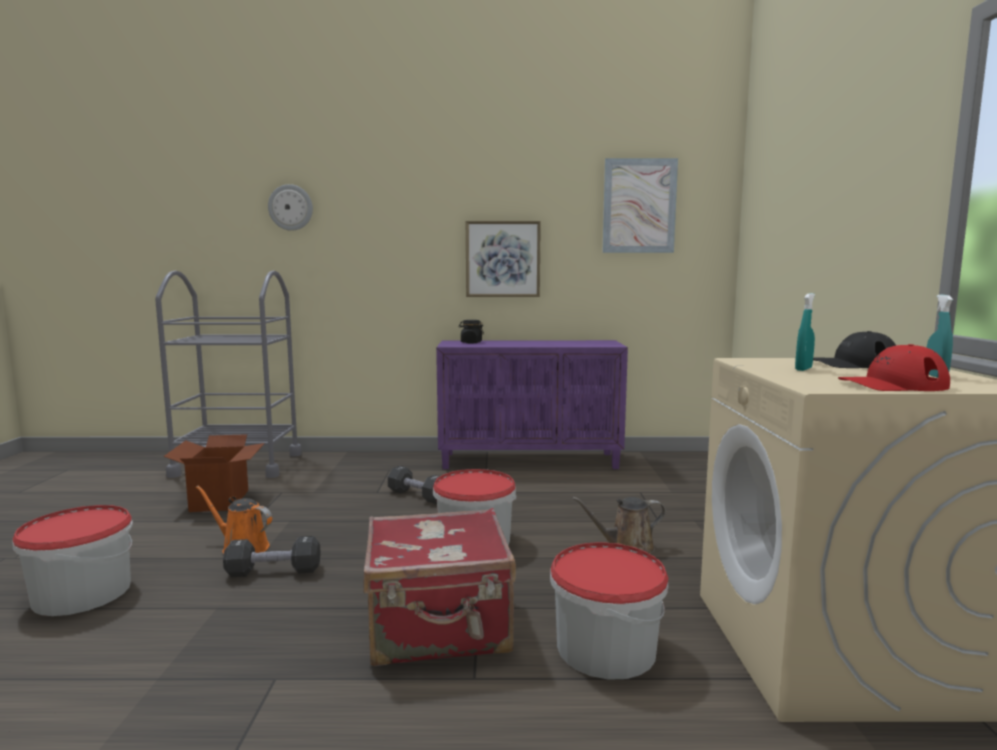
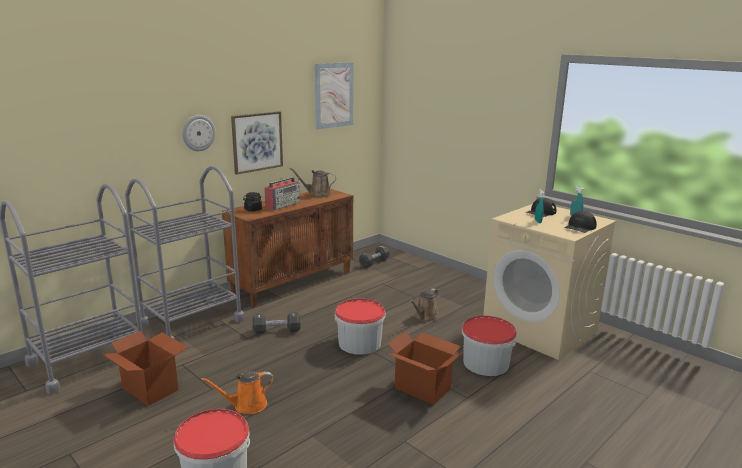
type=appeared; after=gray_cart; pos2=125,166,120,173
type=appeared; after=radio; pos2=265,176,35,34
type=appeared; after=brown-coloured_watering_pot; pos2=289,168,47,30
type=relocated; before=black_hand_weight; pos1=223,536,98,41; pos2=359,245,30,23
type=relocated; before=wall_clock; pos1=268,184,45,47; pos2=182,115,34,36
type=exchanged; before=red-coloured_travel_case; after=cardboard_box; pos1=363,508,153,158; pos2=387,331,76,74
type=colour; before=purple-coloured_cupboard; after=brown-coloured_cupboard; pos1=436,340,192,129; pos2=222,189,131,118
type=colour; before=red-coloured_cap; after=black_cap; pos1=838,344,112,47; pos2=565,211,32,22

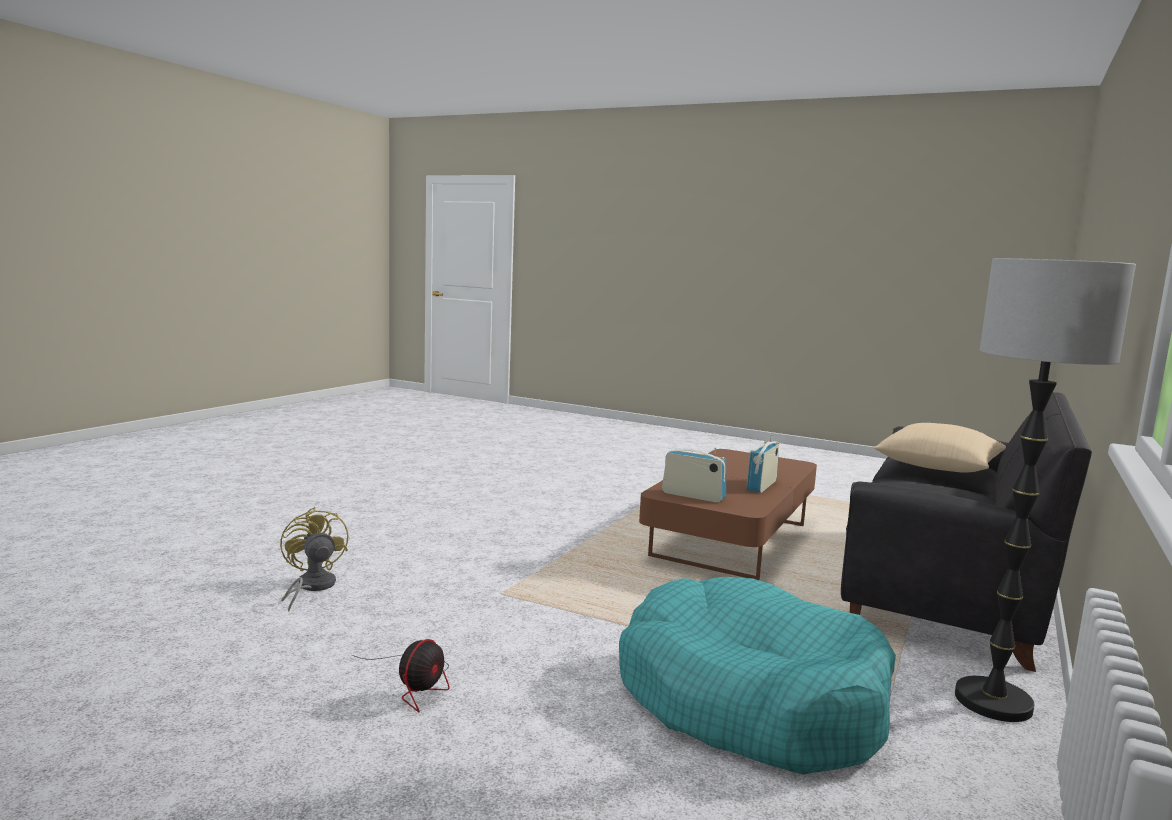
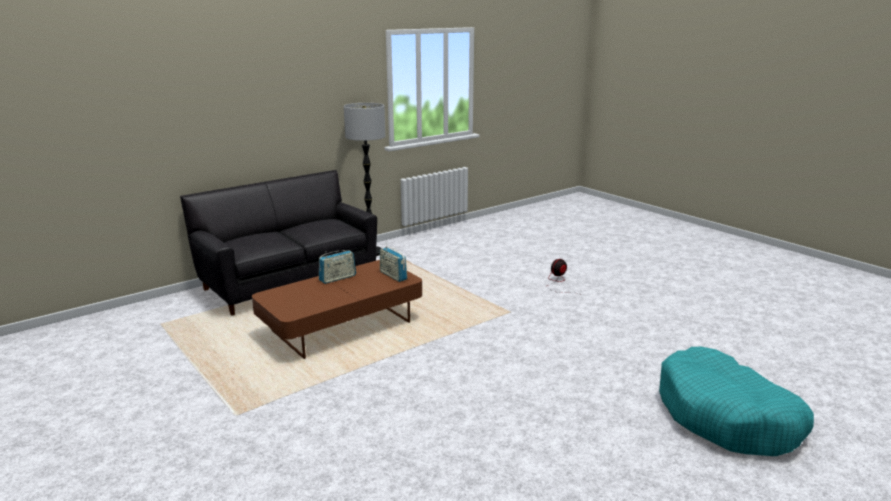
type=missing; before=yellow-coloured_fan; pos1=280,507,69,105
type=missing; before=beige_cushion; pos1=873,423,133,50
type=relocated; before=turquoise-coloured_dog_cushion; pos1=619,577,277,198; pos2=659,347,155,109

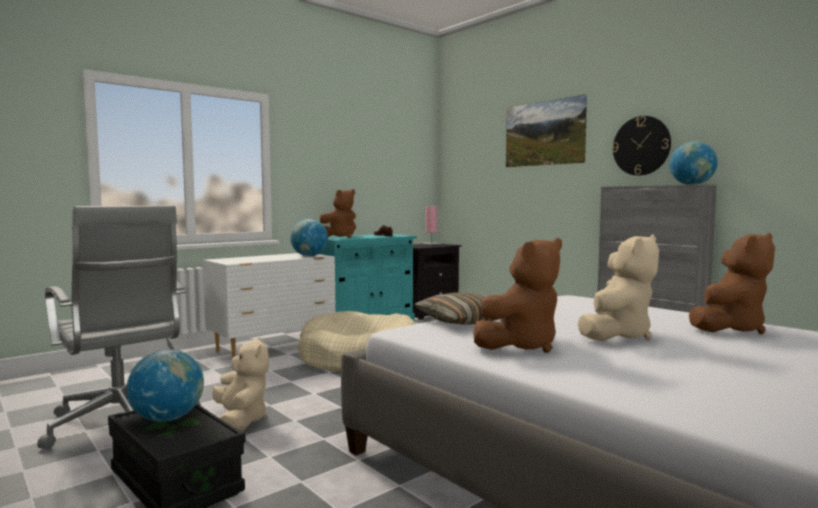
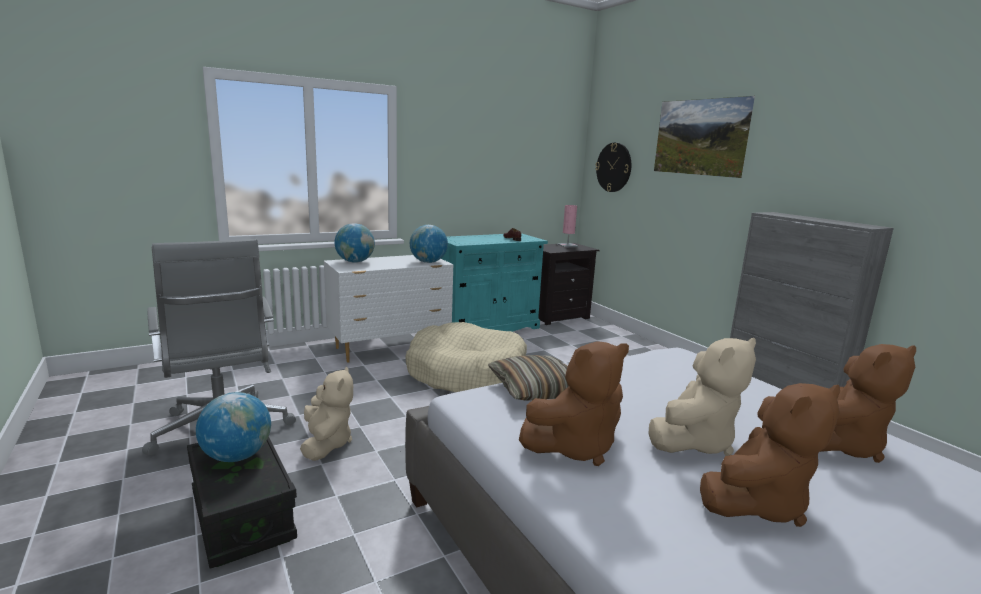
type=relocated; before=brown-coloured_cuddly_toy; pos1=320,189,36,49; pos2=700,383,140,144
type=relocated; before=wall_clock; pos1=612,116,59,60; pos2=595,143,36,49
type=relocated; before=world_globe; pos1=669,142,49,43; pos2=335,223,40,40

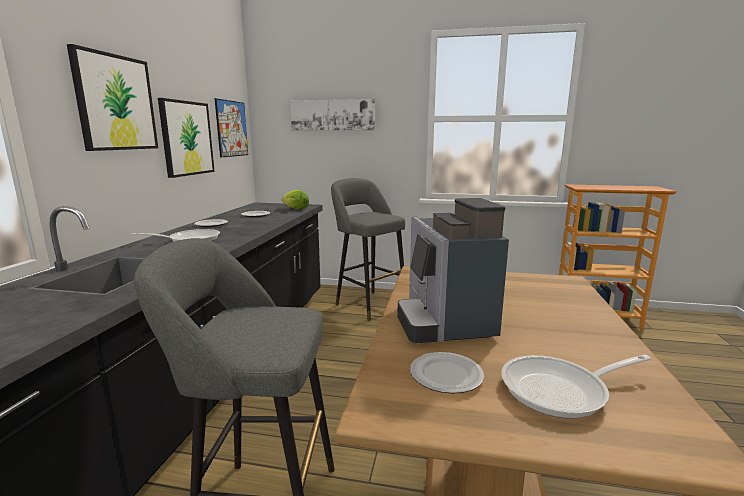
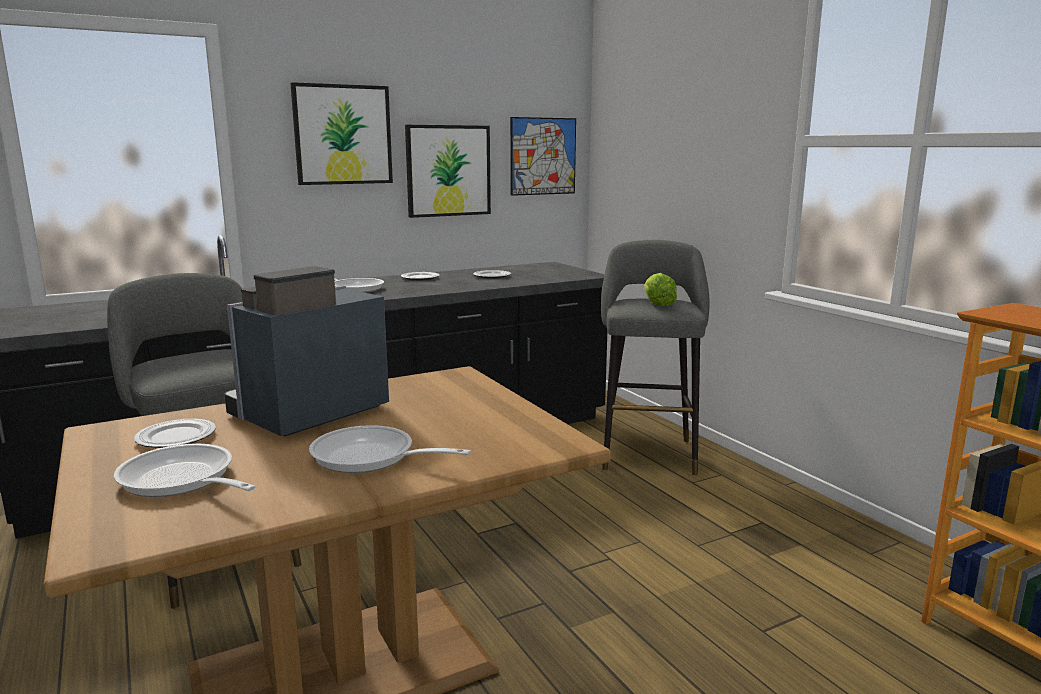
type=missing; before=picture; pos1=290,99,85,31
type=appeared; after=pan; pos2=309,425,162,48
type=relocated; before=lettuce; pos1=282,190,27,20; pos2=645,273,32,34

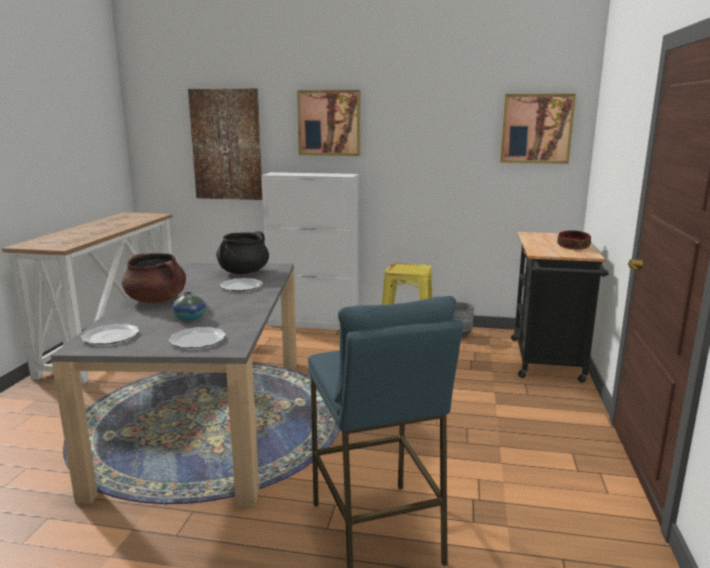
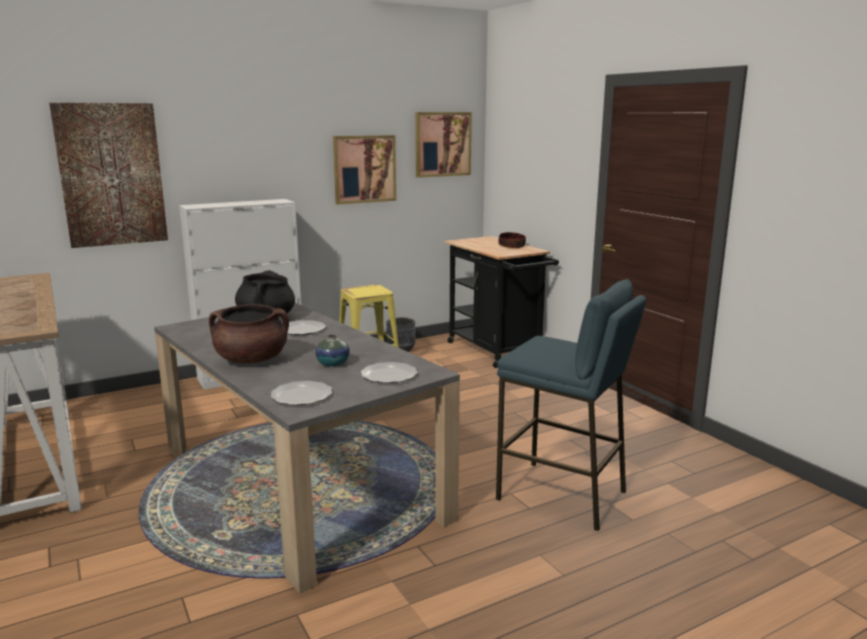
type=relocated; before=picture; pos1=297,90,63,66; pos2=333,135,63,70

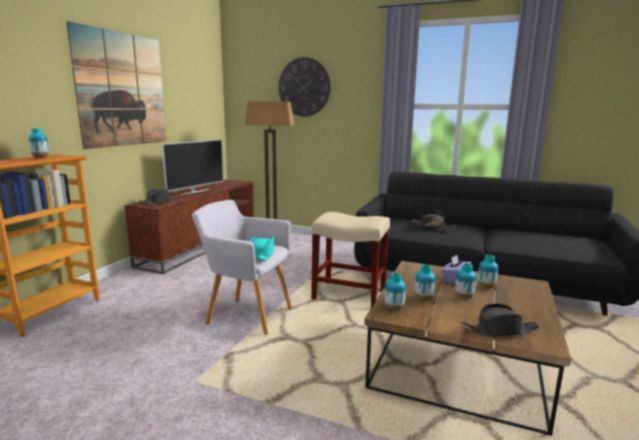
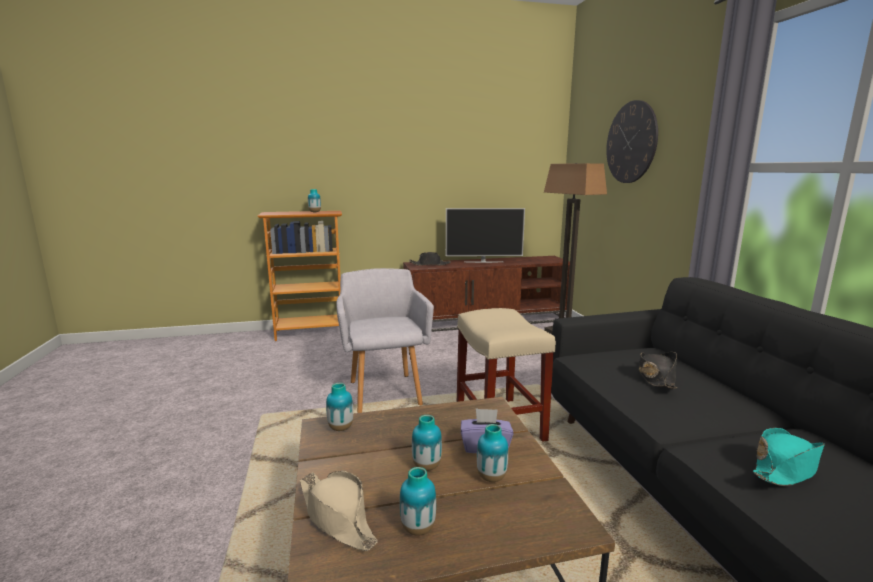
type=missing; before=picture; pos1=66,21,101,128
type=relocated; before=turquoise-coloured_hat; pos1=250,236,24,25; pos2=753,428,72,58
type=relocated; before=decorative_vase; pos1=415,265,20,35; pos2=400,467,36,69
type=colour; before=black_hat; after=beige_hat; pos1=461,303,79,34; pos2=300,471,78,80

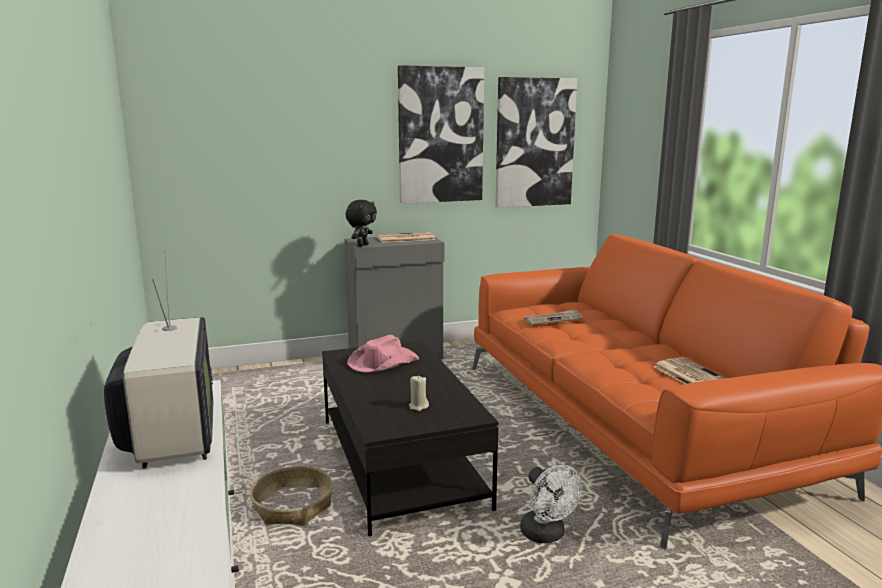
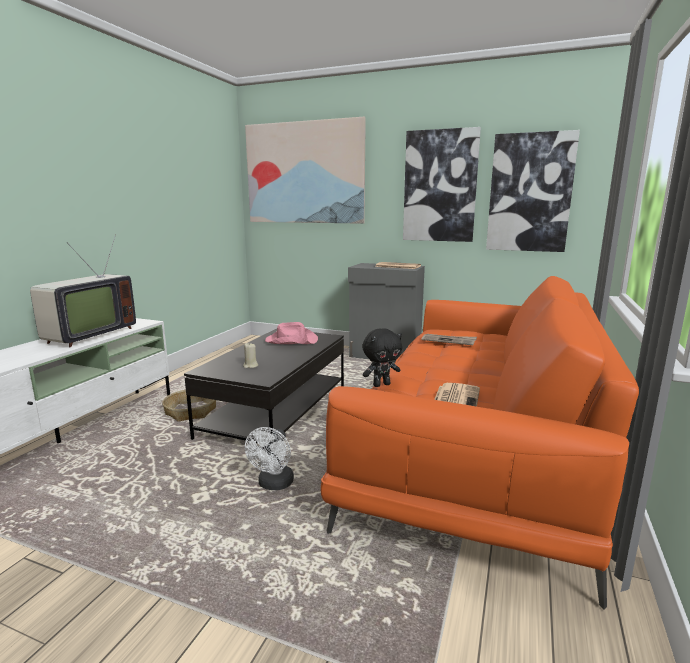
type=appeared; after=picture; pos2=245,117,121,107
type=relocated; before=black_cuddly_toy; pos1=346,200,31,47; pos2=363,328,39,59

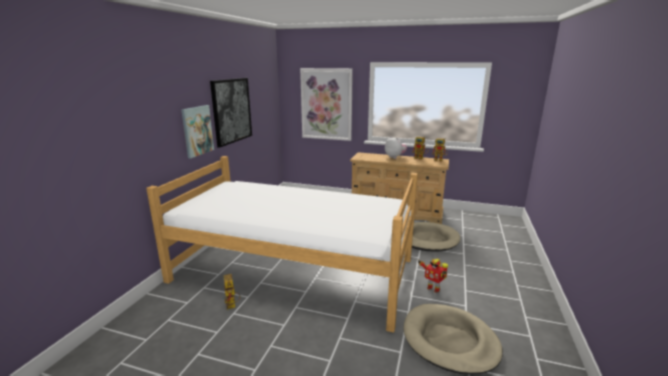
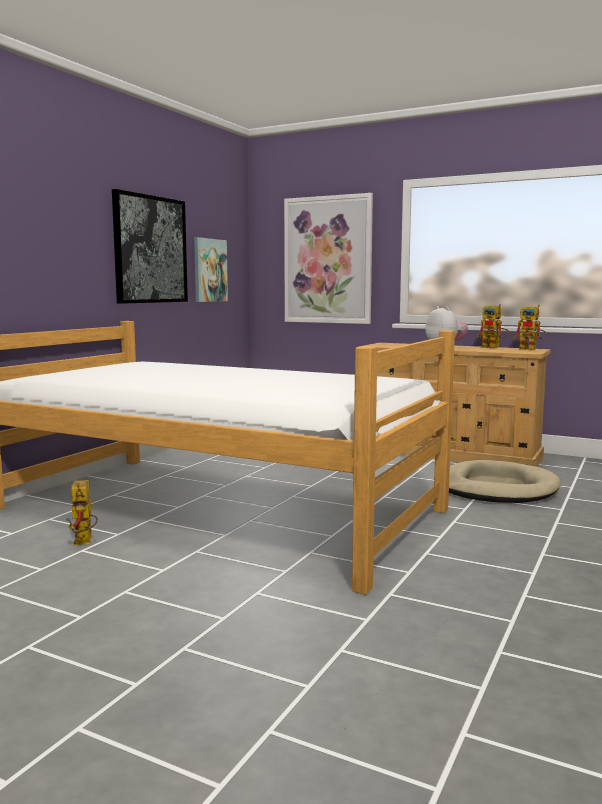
type=missing; before=beige_dog_cushion; pos1=404,304,99,71
type=missing; before=model_robot; pos1=418,259,30,34
type=relocated; before=picture; pos1=181,105,33,53; pos2=194,237,34,65

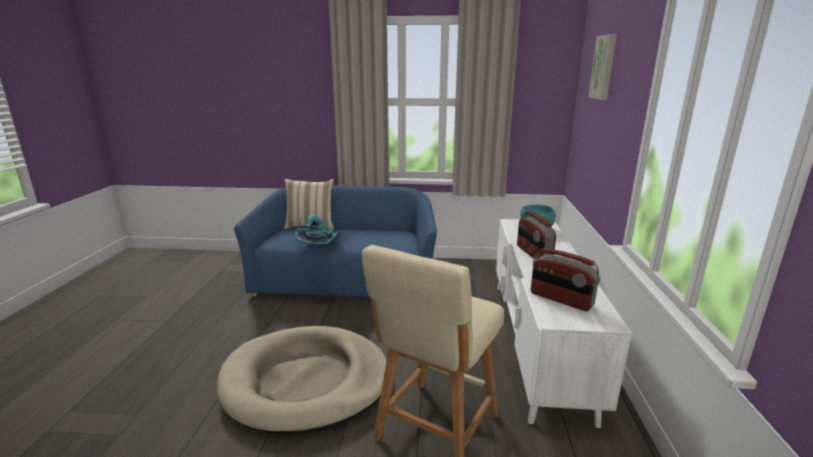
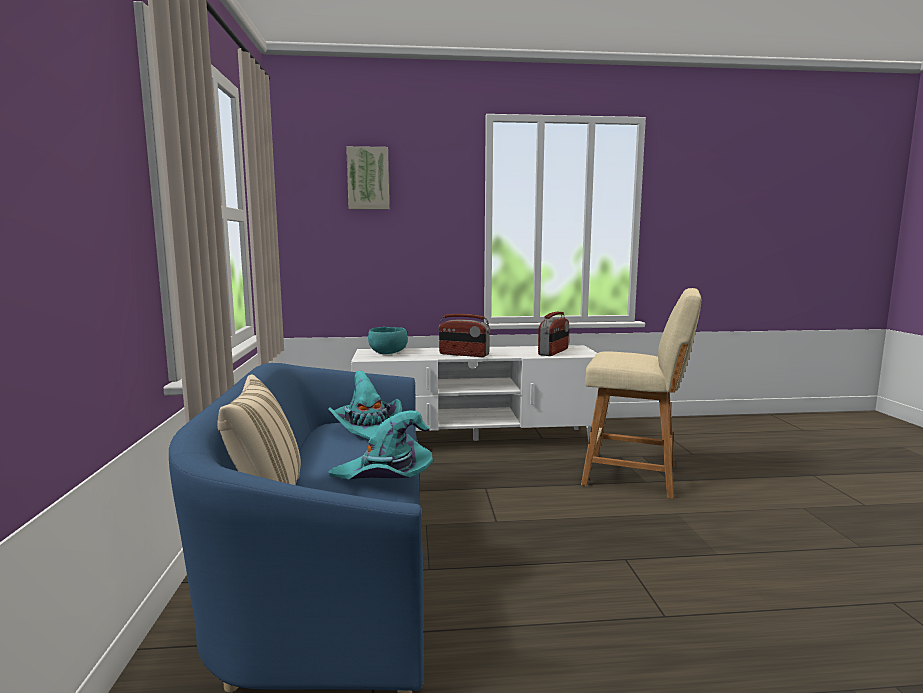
type=missing; before=beige_dog_cushion; pos1=217,326,170,109
type=appeared; after=turquoise-coloured_hat; pos2=328,371,74,68
type=spun; before=radio; pos1=517,211,39,48; pos2=439,314,51,43; turn=45

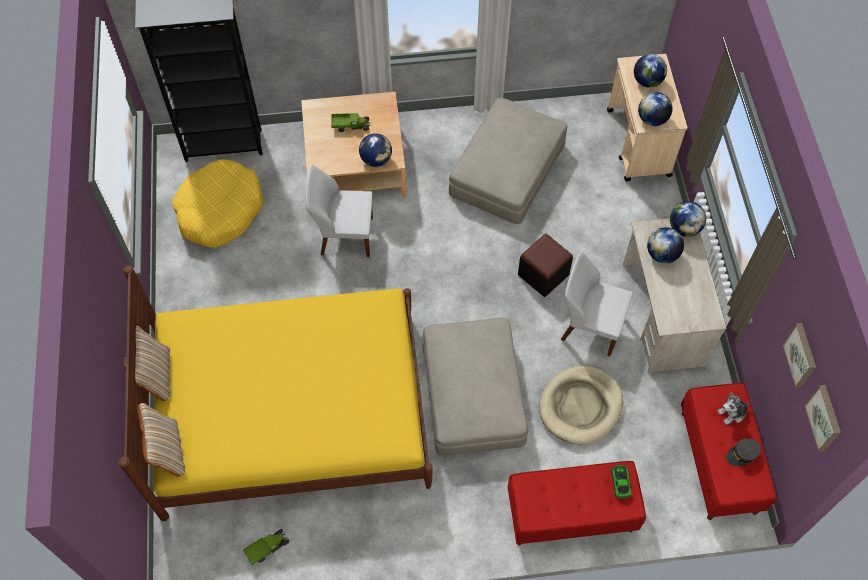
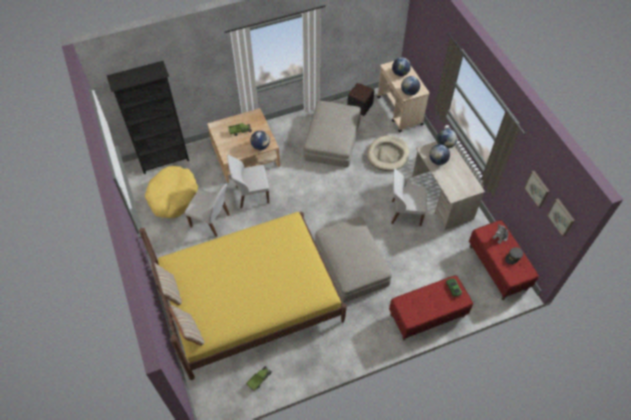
type=appeared; after=whitish_chair; pos2=185,184,45,53
type=relocated; before=black_pouffe; pos1=518,233,55,64; pos2=347,83,27,33
type=relocated; before=beige_dog_cushion; pos1=539,365,84,79; pos2=367,135,42,36

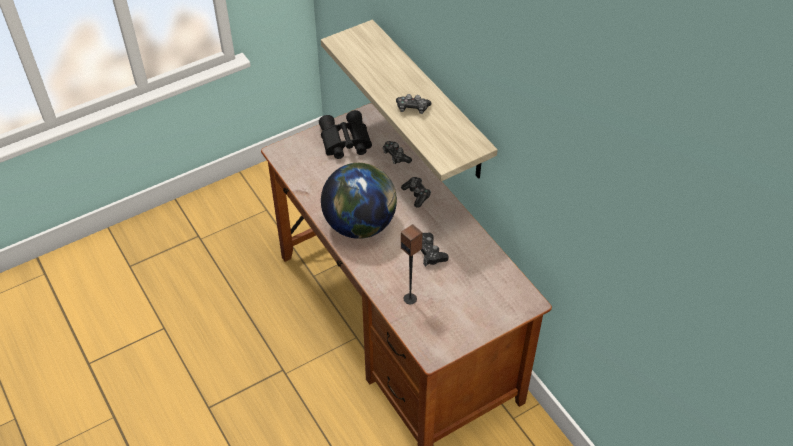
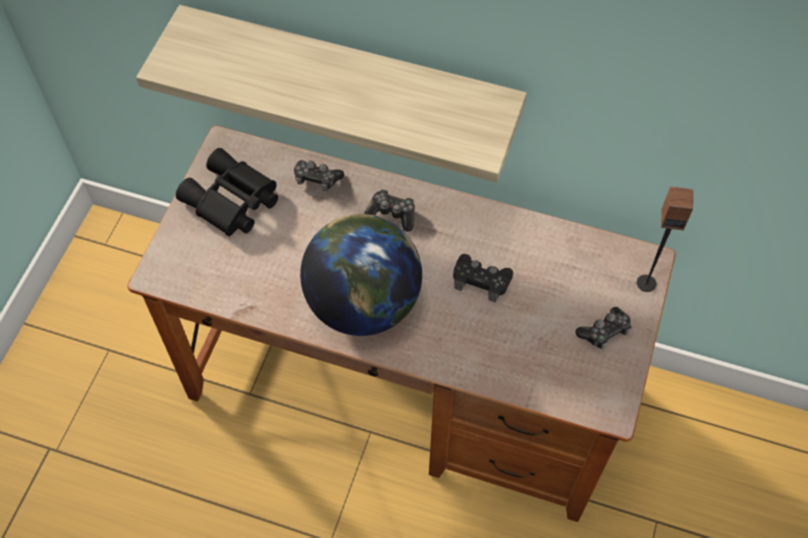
type=relocated; before=joypad; pos1=396,94,36,20; pos2=575,307,56,42
type=relocated; before=audio_speaker; pos1=401,224,22,80; pos2=637,186,56,106

